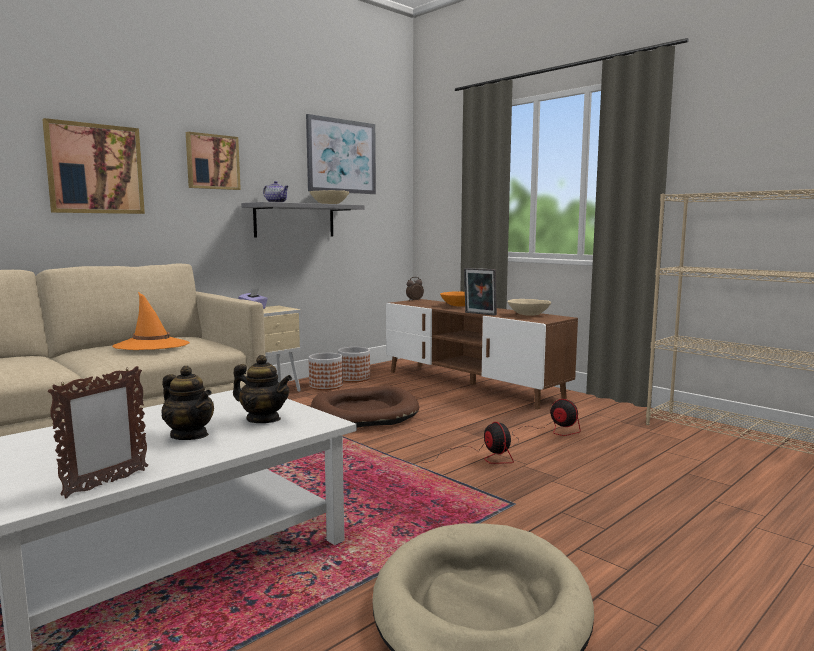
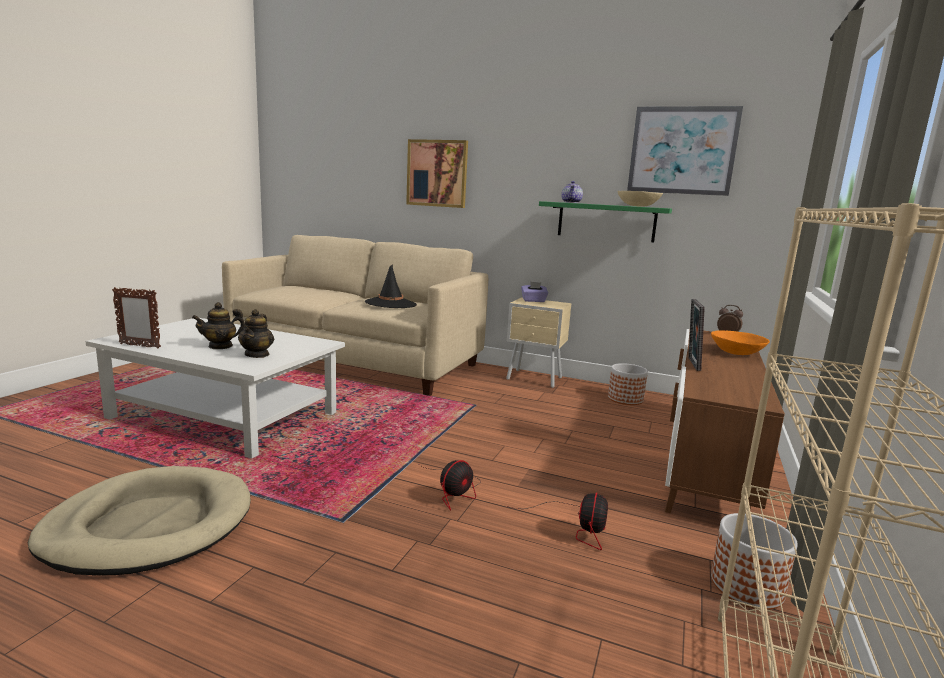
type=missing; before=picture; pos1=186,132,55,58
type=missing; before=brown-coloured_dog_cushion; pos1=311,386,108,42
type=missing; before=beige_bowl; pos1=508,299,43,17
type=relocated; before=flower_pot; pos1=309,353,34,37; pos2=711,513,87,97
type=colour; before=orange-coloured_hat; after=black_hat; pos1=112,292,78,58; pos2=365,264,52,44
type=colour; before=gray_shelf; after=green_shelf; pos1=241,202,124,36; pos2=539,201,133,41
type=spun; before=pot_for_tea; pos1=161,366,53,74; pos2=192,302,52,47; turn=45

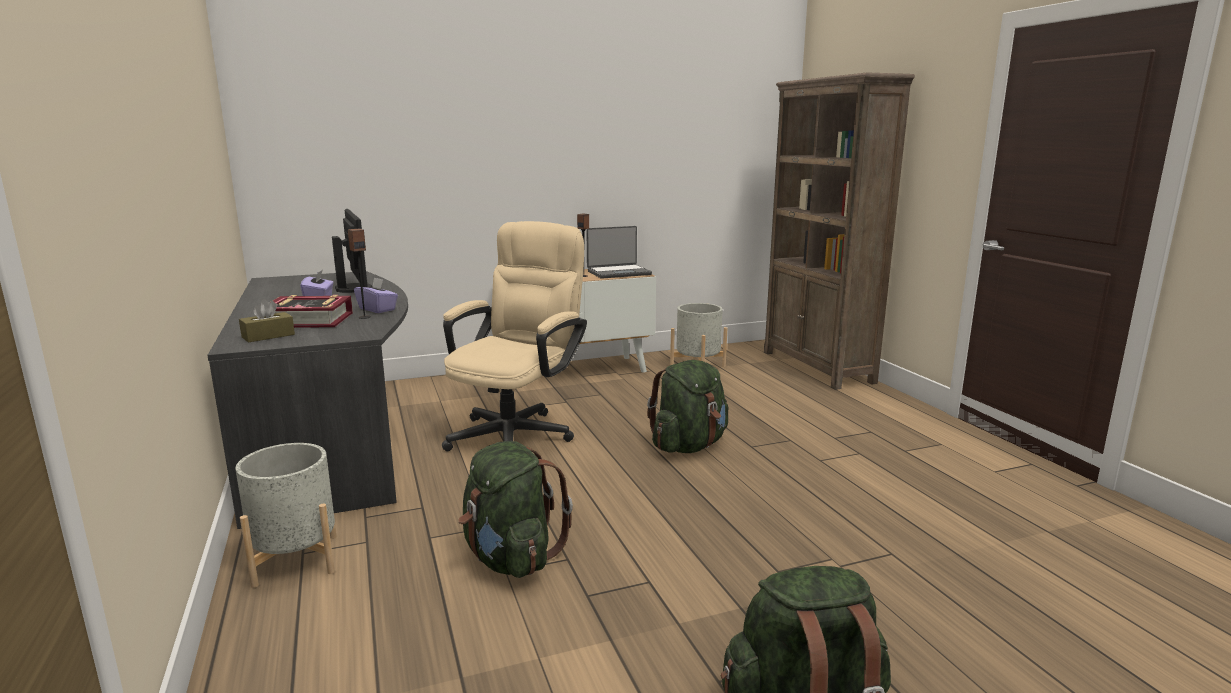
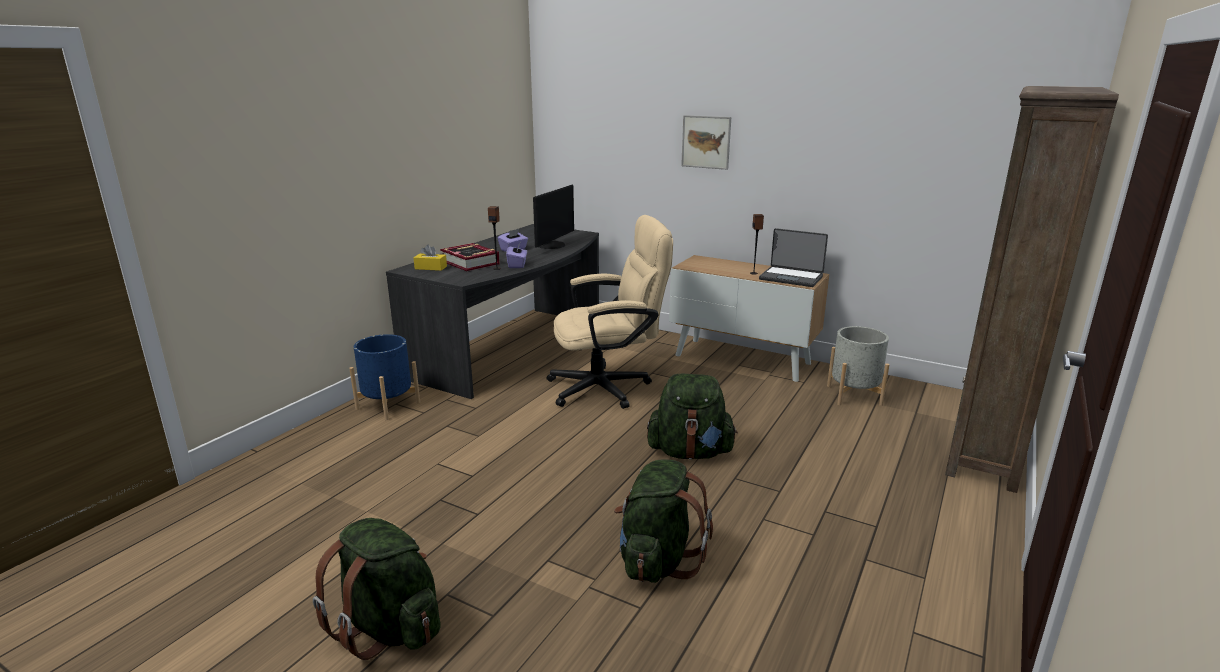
type=appeared; after=picture; pos2=681,115,50,55
type=relocated; before=green_knapsack; pos1=458,441,115,137; pos2=614,459,99,124
type=colour; before=gray_flower_pot; after=blue_flower_pot; pos1=235,443,102,145; pos2=349,334,71,86
type=colour; before=brown-coloured_box_of_tissues; after=yellow-coloured_box_of_tissues; pos1=239,299,56,44; pos2=413,245,34,26

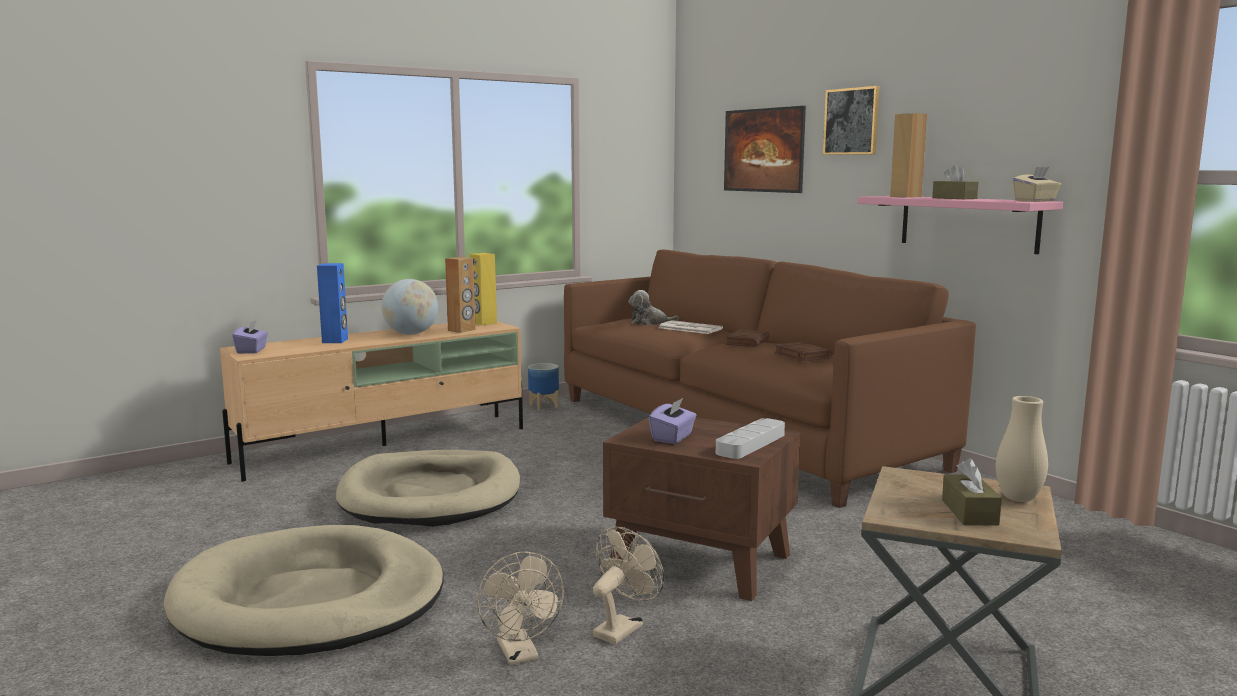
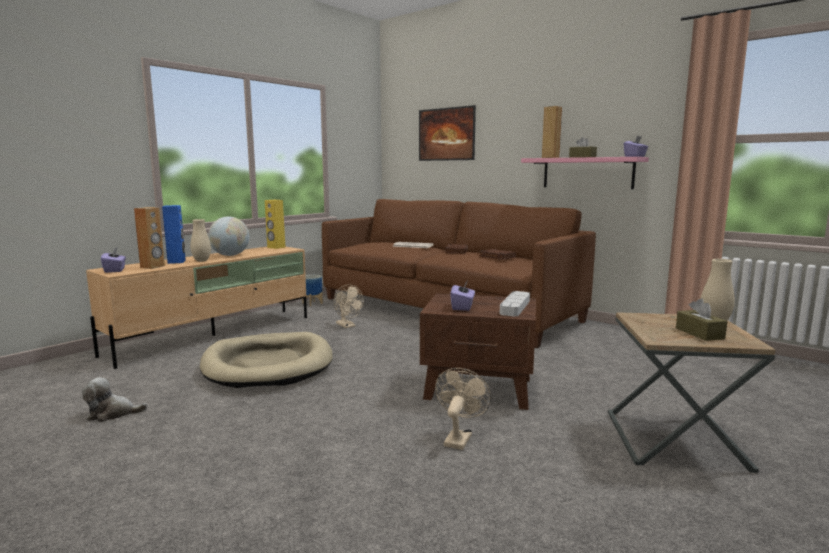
type=missing; before=beige_dog_cushion; pos1=164,525,280,131
type=missing; before=picture; pos1=823,86,57,69
type=appeared; after=beige_decorative_vase; pos2=190,219,21,43
type=relocated; before=brown-coloured_audio_speaker; pos1=445,257,30,76; pos2=134,207,31,62
type=relocated; before=beige_fan; pos1=477,552,87,113; pos2=334,284,30,44
type=relocated; before=cuddly_toy; pos1=628,290,51,35; pos2=82,377,66,45
type=colour; before=beige_box_of_tissues; after=purple-coloured_box_of_tissues; pos1=1013,167,48,35; pos2=624,136,24,21

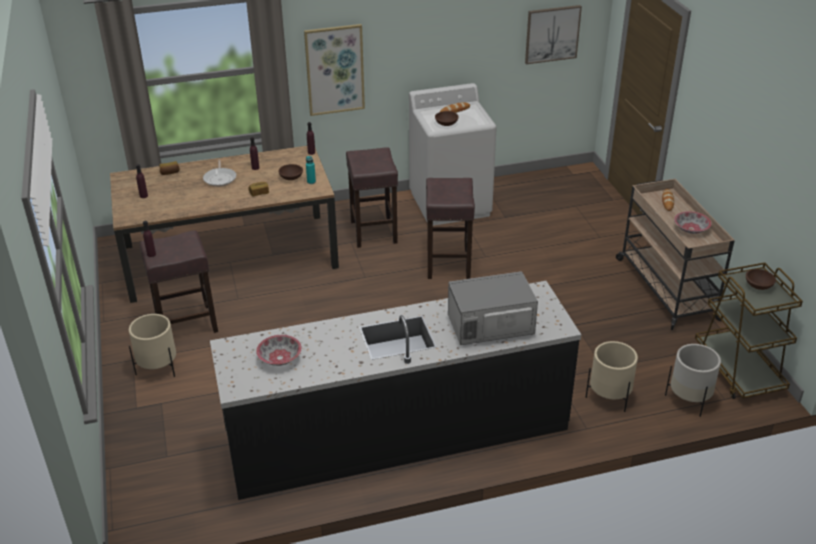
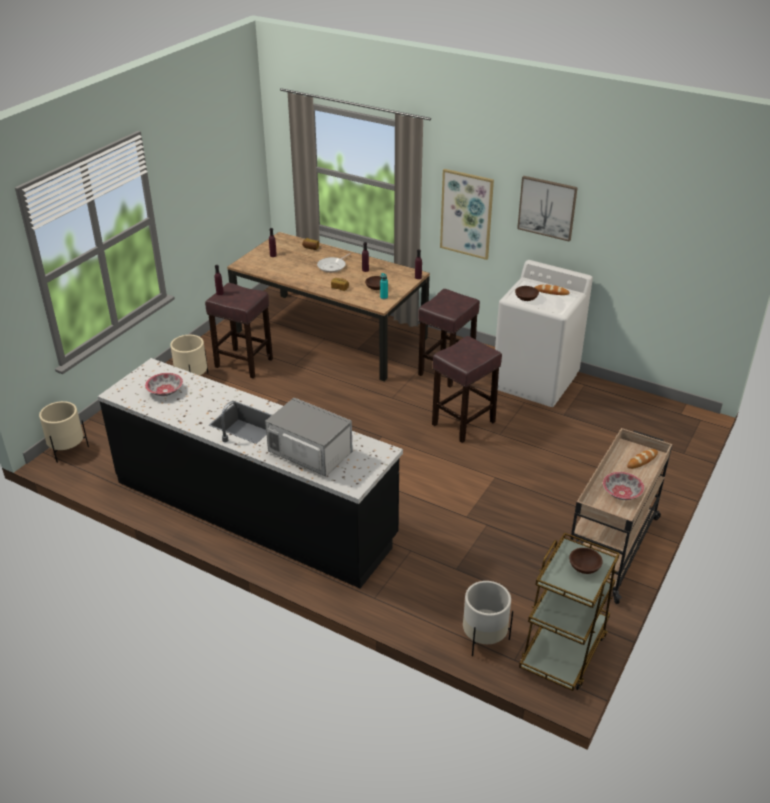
type=relocated; before=picture; pos1=525,5,57,59; pos2=517,176,61,65
type=relocated; before=beige_flower_pot; pos1=586,341,52,71; pos2=39,401,50,62

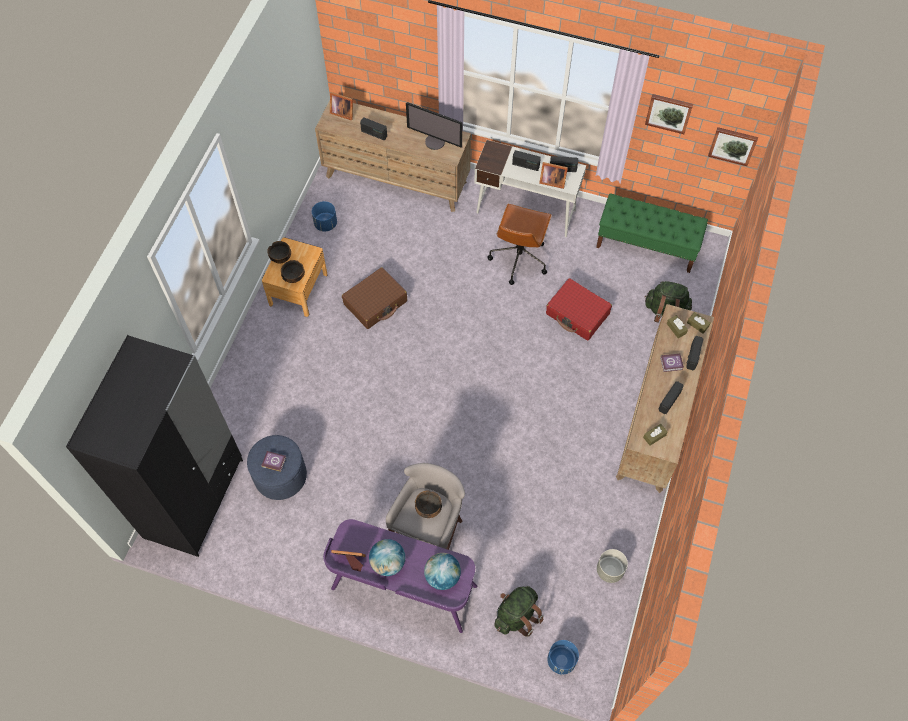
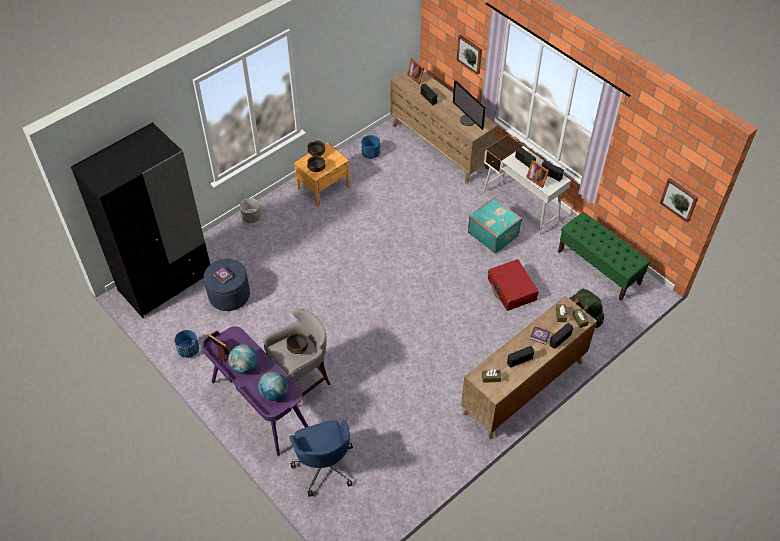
type=missing; before=brown-coloured_travel_case; pos1=342,267,65,62
type=relocated; before=blue_flower_pot; pos1=547,640,32,35; pos2=174,330,25,28
type=relocated; before=gray_flower_pot; pos1=597,549,31,34; pos2=240,198,21,25
type=relocated; before=picture; pos1=645,94,48,40; pos2=457,35,25,40
type=exchanged; before=brown-coloured_office_chair; after=turquoise-coloured_travel_case; pos1=488,204,64,81; pos2=468,197,54,56
type=exchanged; before=green_knapsack; after=blue_office_chair; pos1=494,586,50,51; pos2=289,420,64,77

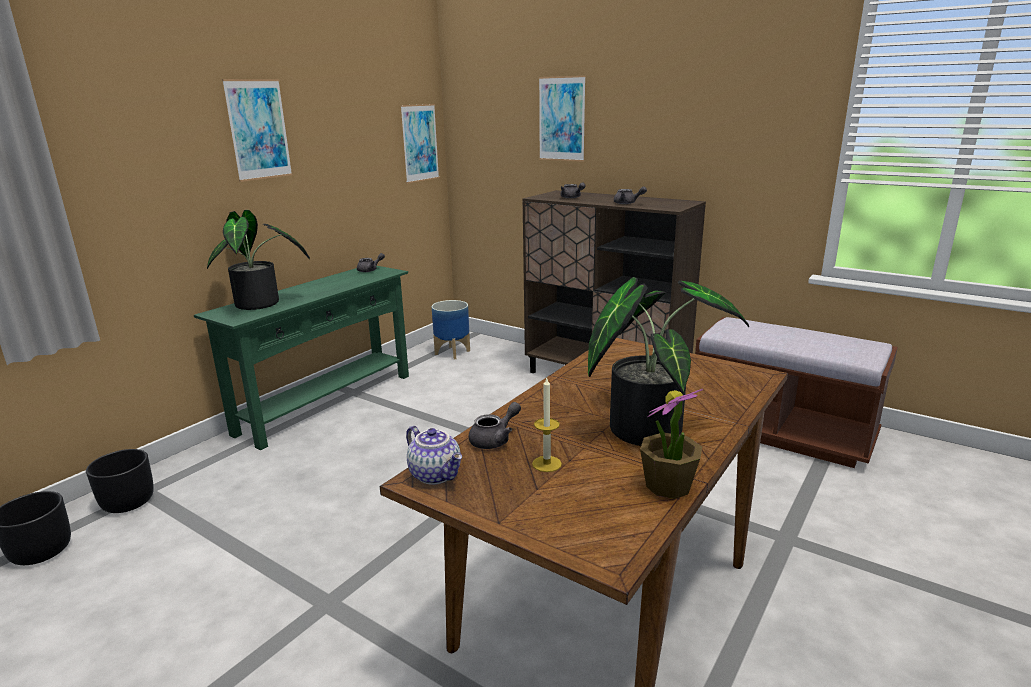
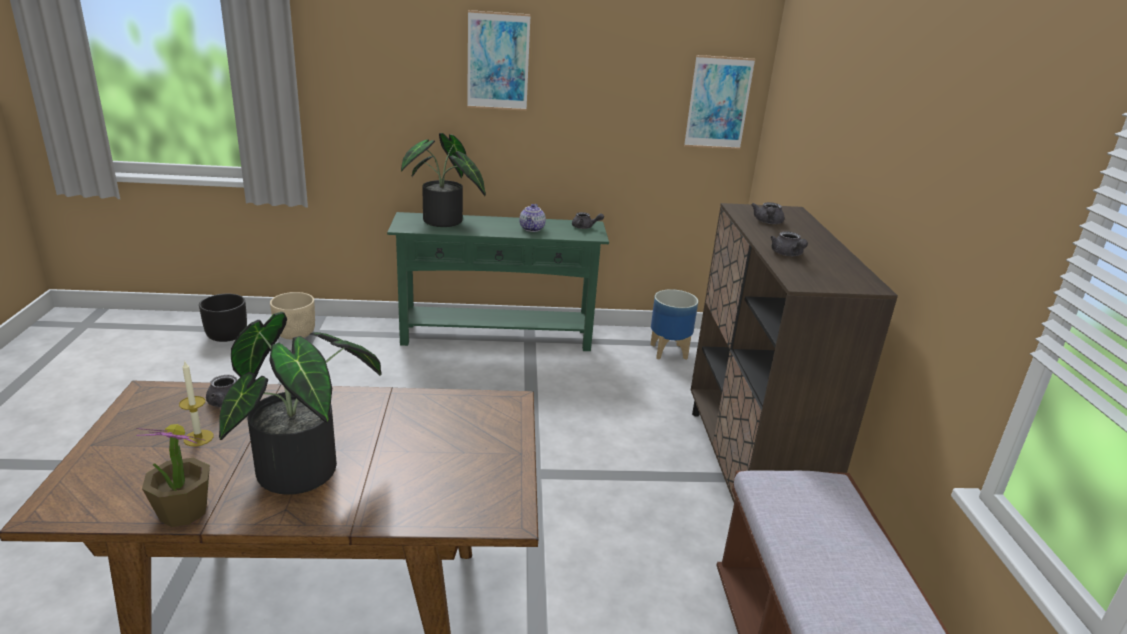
type=missing; before=picture; pos1=539,75,47,87
type=relocated; before=pot_for_tea; pos1=406,426,56,59; pos2=519,204,27,28
type=colour; before=black_flower_pot; after=beige_flower_pot; pos1=86,449,68,64; pos2=270,292,45,48

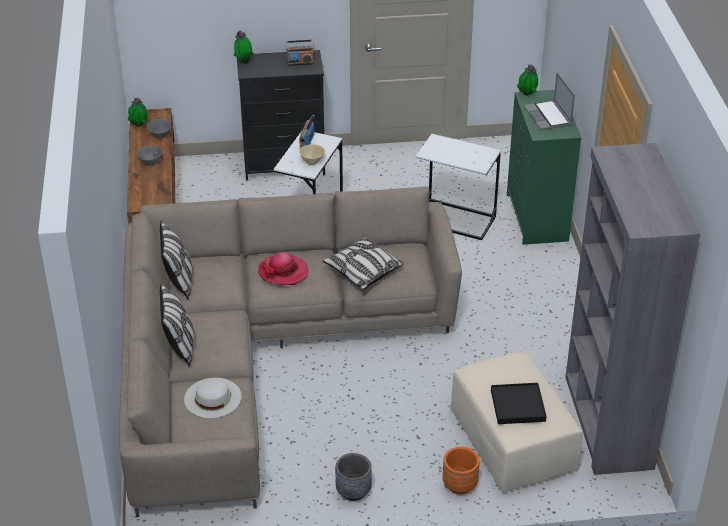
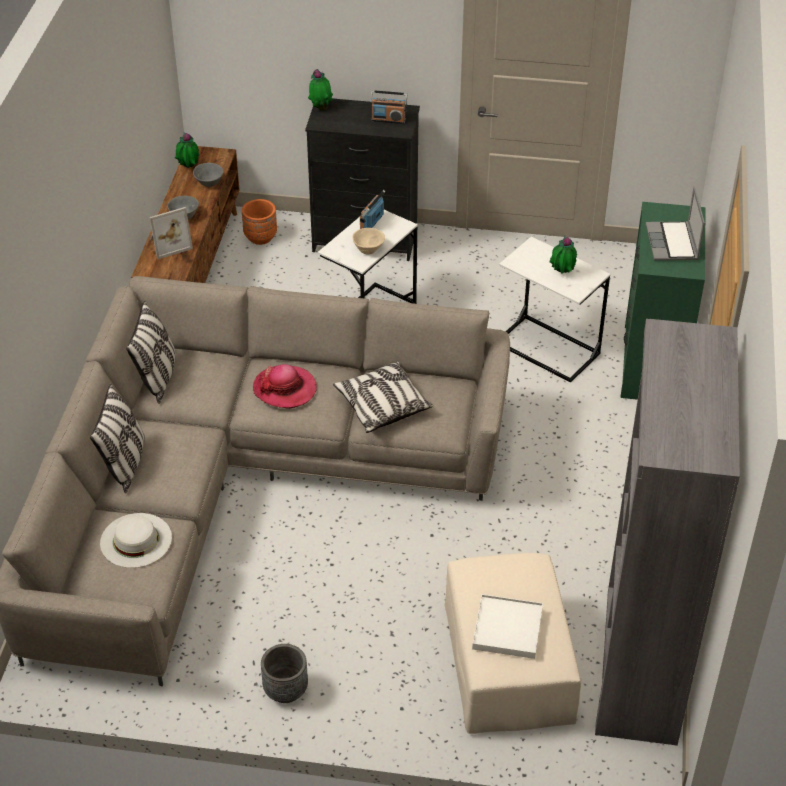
type=appeared; after=picture_frame; pos2=149,207,44,52
type=relocated; before=orange-coloured_flower_pot; pos1=443,447,37,48; pos2=242,199,35,46
type=relocated; before=plant_in_a_pot; pos1=517,64,21,31; pos2=549,235,28,39
type=colour; before=black_tray; after=whitish_tray; pos1=491,383,56,41; pos2=472,594,71,65

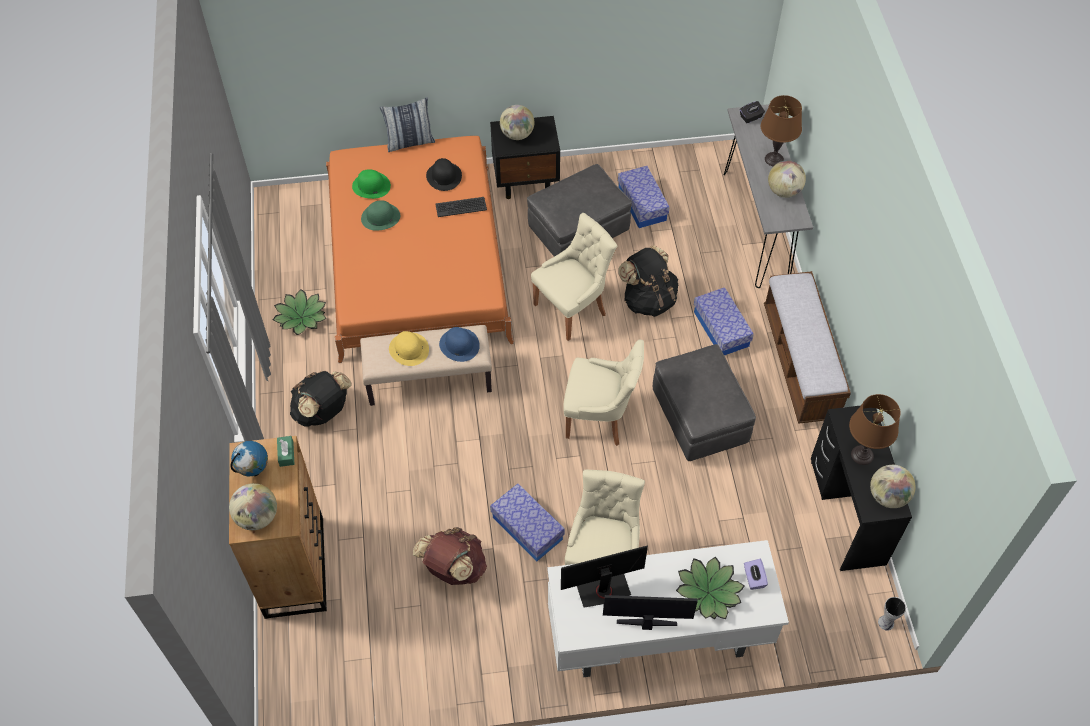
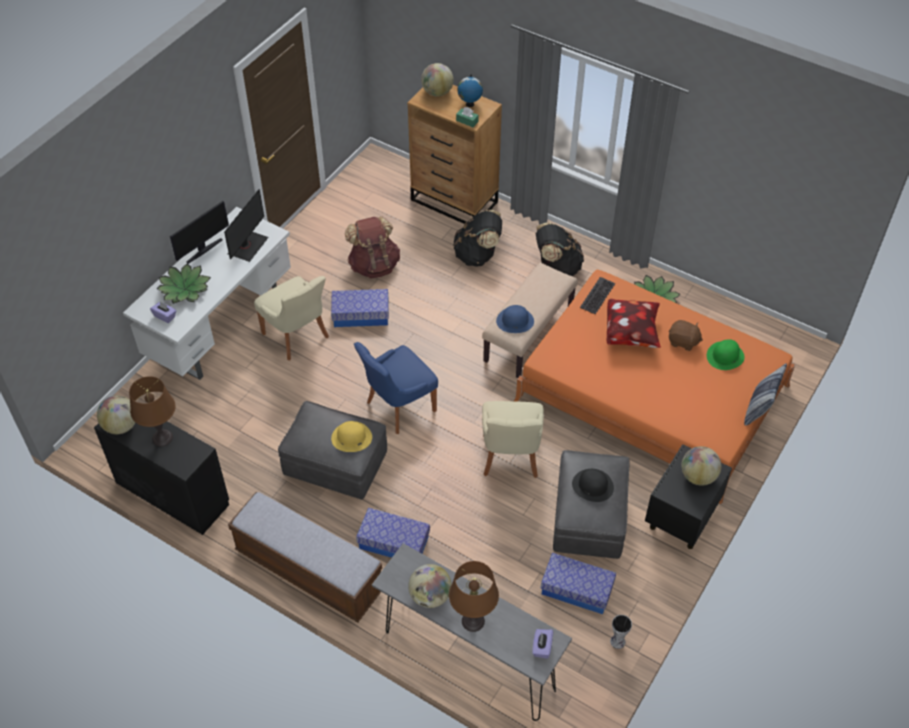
type=appeared; after=cushion; pos2=607,299,54,49
type=relocated; before=yellow-coloured_hat; pos1=389,331,40,35; pos2=331,421,41,31
type=relocated; before=black_hat; pos1=426,158,36,33; pos2=572,469,42,33
type=relocated; before=keyboard; pos1=435,197,52,20; pos2=580,277,35,37
type=relocated; before=black_knapsack; pos1=618,245,60,72; pos2=453,209,49,57
type=relocated; before=decorative_vase; pos1=878,597,28,34; pos2=610,615,22,34
type=exchanged; before=green_hat; after=brown-coloured_cuddly_toy; pos1=361,200,39,31; pos2=669,320,34,31
type=colour; before=beige_chair; after=blue_chair; pos1=563,340,81,106; pos2=354,342,84,92
type=colour; before=black_box_of_tissues; after=purple-coloured_box_of_tissues; pos1=740,101,25,22; pos2=532,629,21,30

